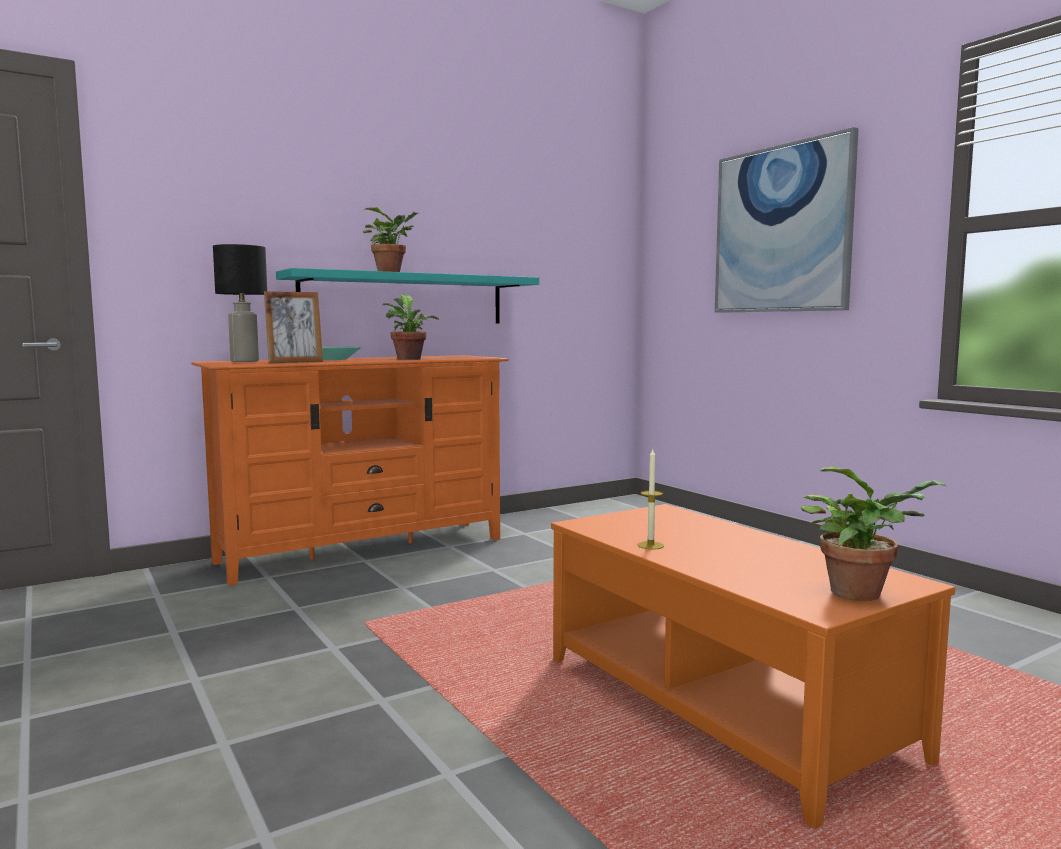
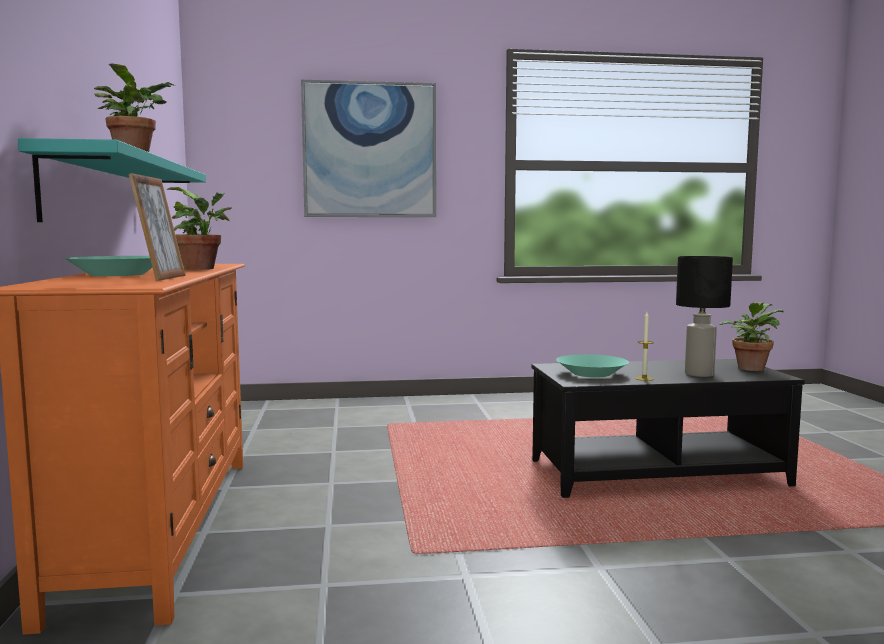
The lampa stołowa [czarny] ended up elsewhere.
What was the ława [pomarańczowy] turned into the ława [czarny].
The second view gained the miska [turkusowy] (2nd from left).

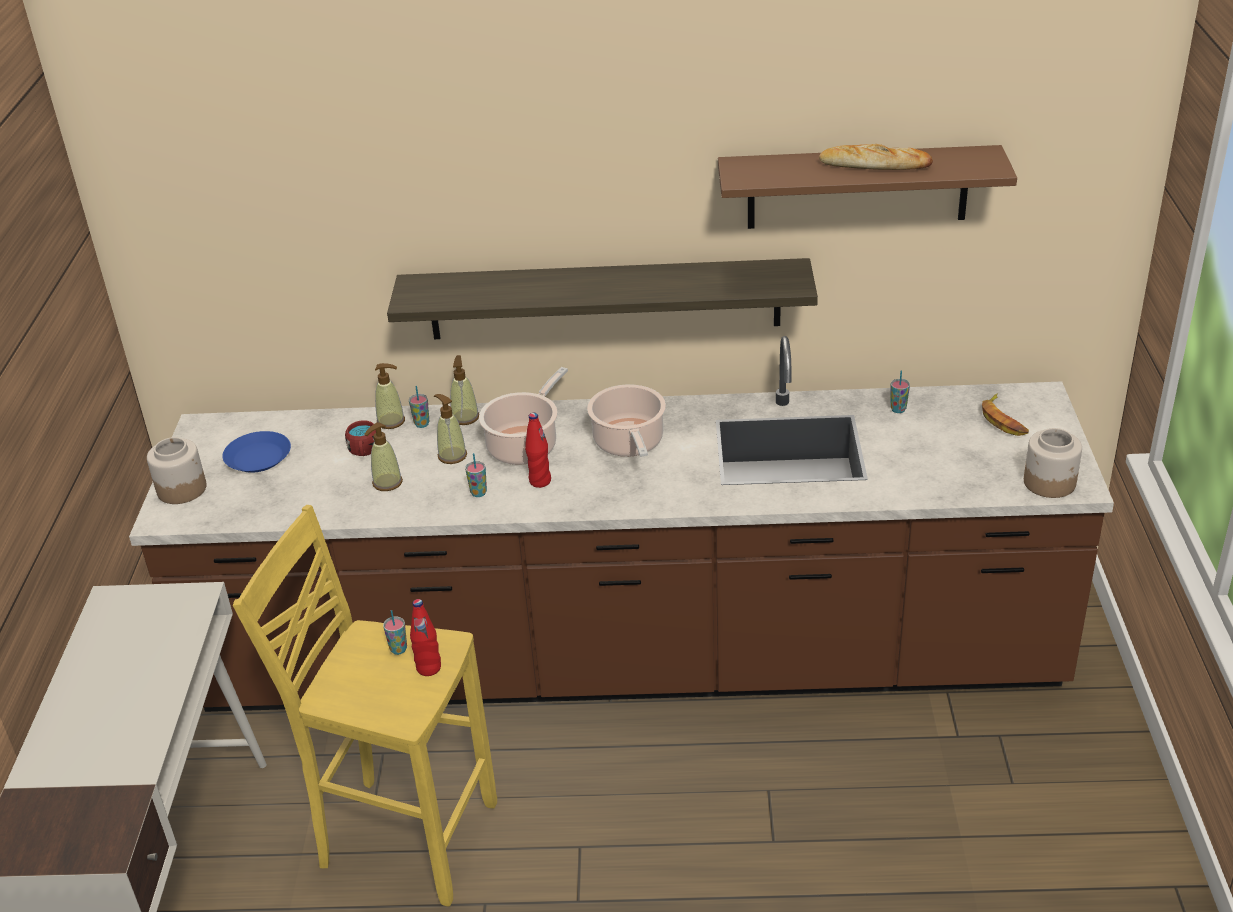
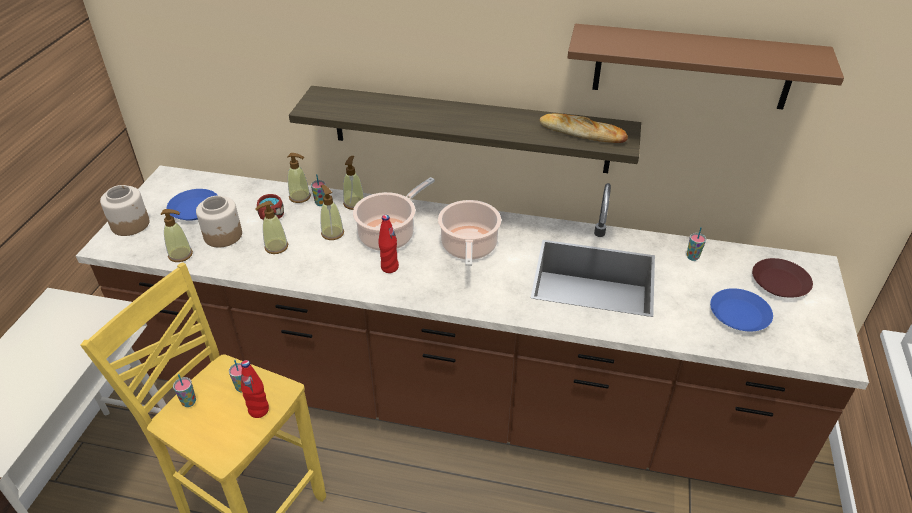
The filiżanka (3rd from left in the first image) ended up elsewhere.
The chleb ended up elsewhere.
Where the banan stood, the talerz [brązowy] came to stand.
The słoik (2nd from left) ended up elsewhere.
The second view gained the dozownik mydła (1st from left).
The second view gained the talerz [niebieski] (2nd from left).

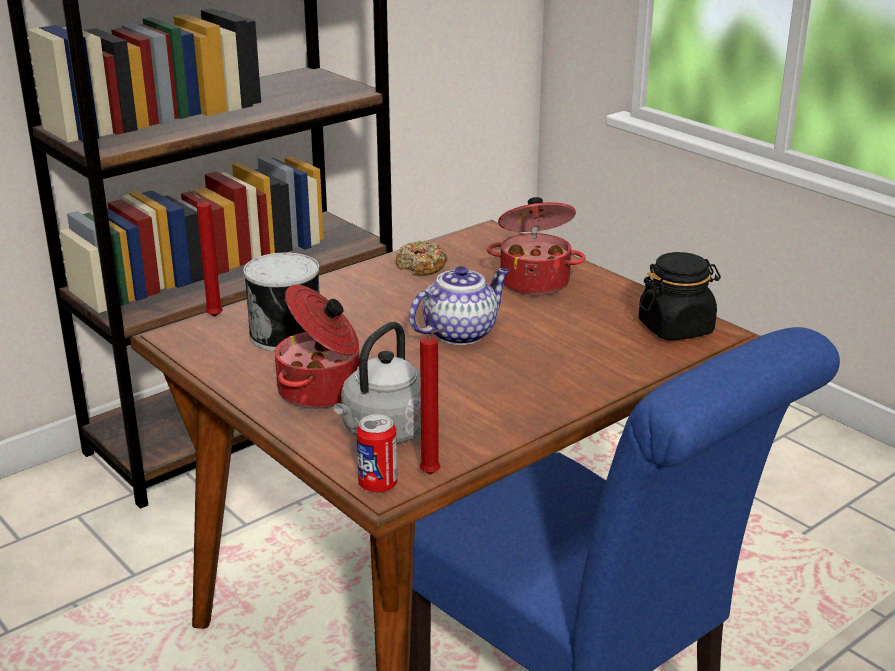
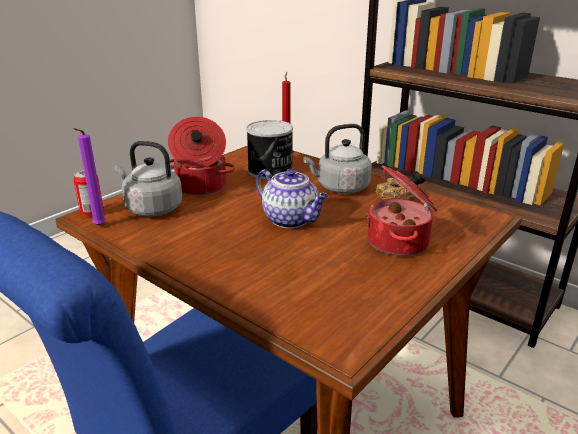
What was the świeca [czerwony] (2nd from left) turned into the świeca [fioletowy].
The second view lost the słoik [czarny].
The second view gained the czajnik [szary] (2nd from left).

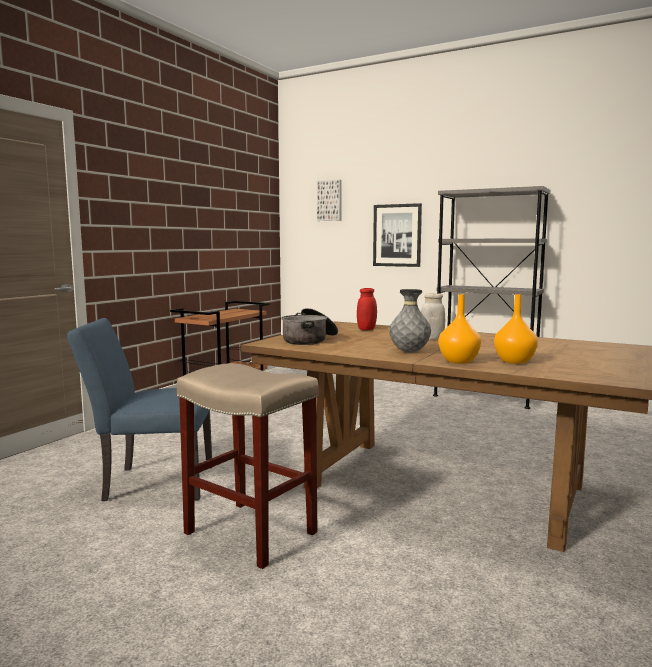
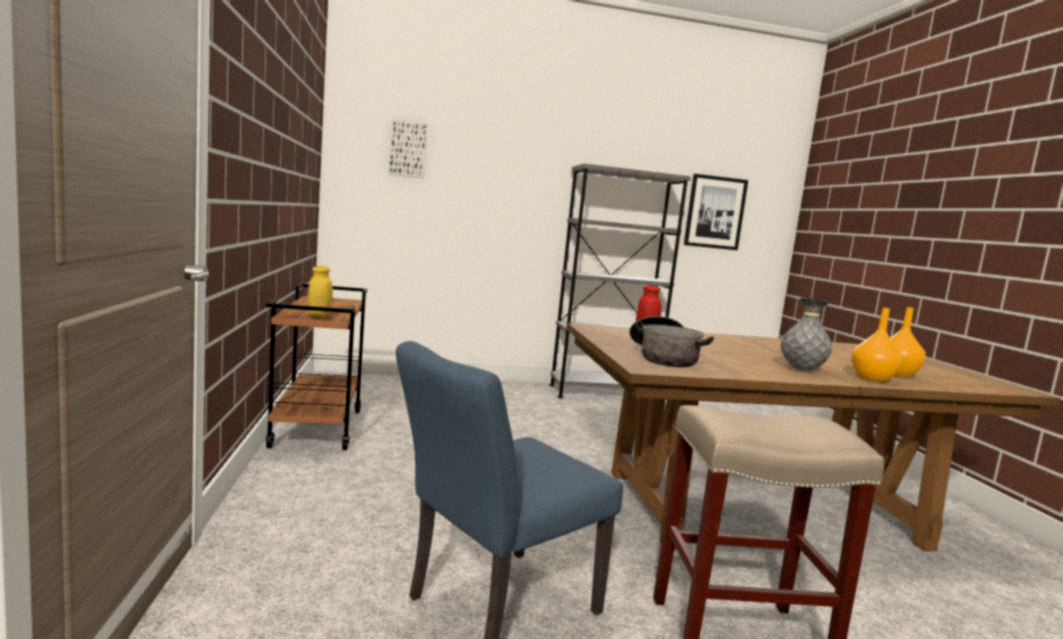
The obraz (2nd from left) ended up elsewhere.
The second view lost the słoik [biały].
The second view gained the słoik [żółty].

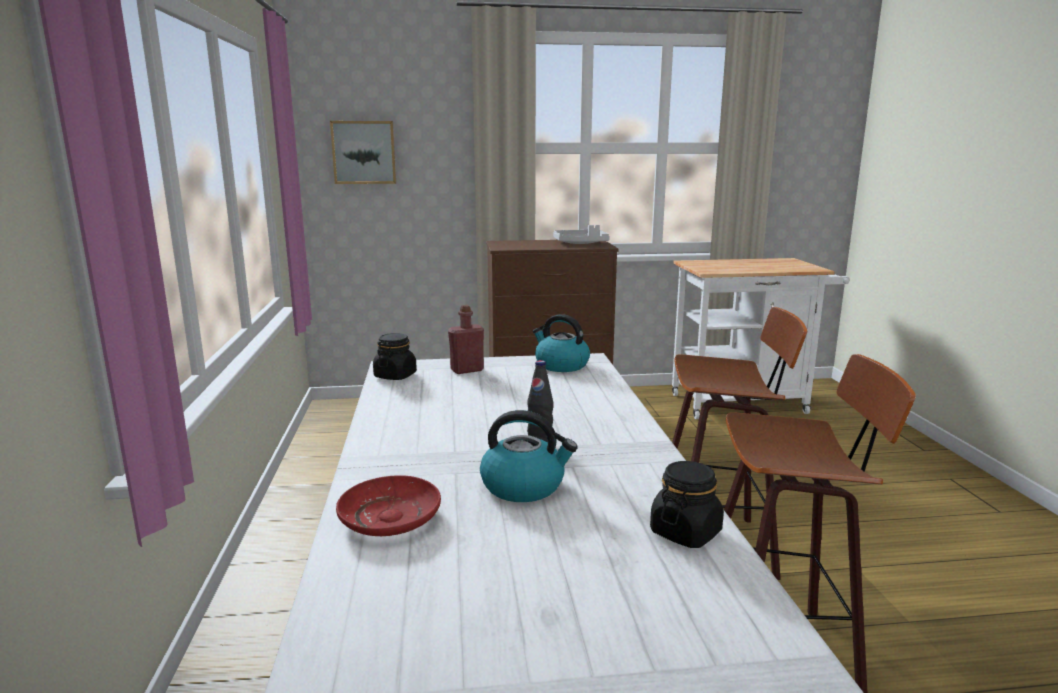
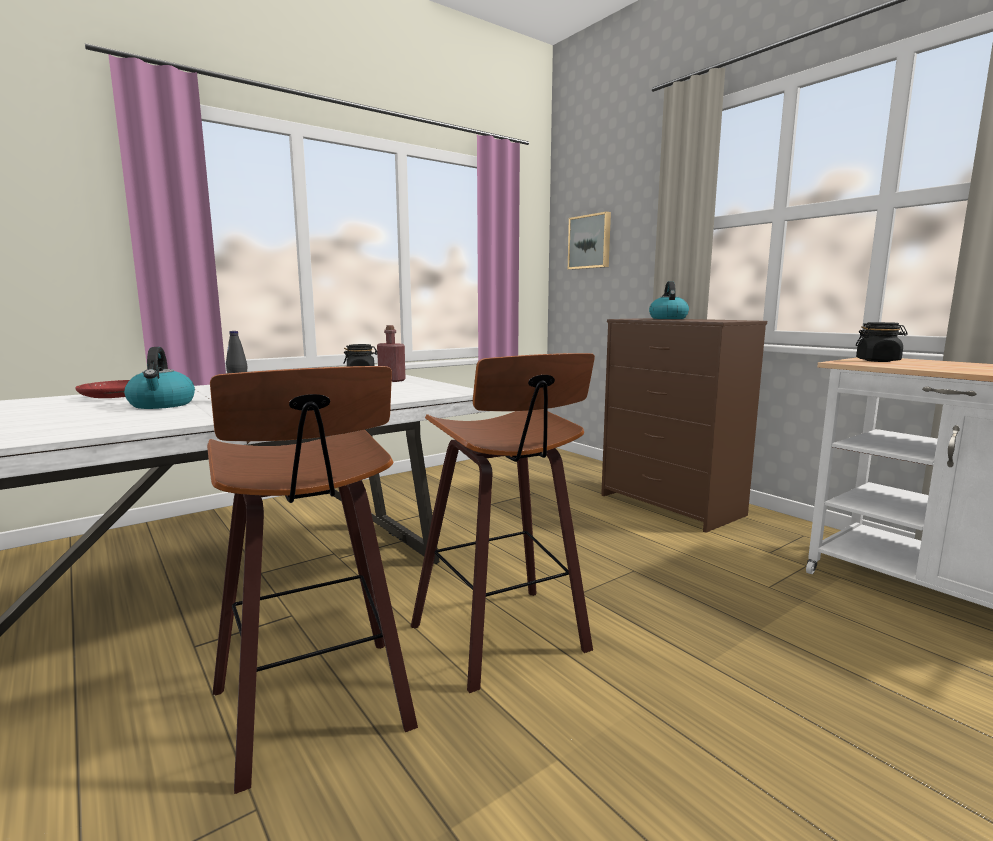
The czajnik (2nd from left) ended up elsewhere.
The second view lost the taca [szary].
The słoik [czarny] (2nd from left) ended up elsewhere.

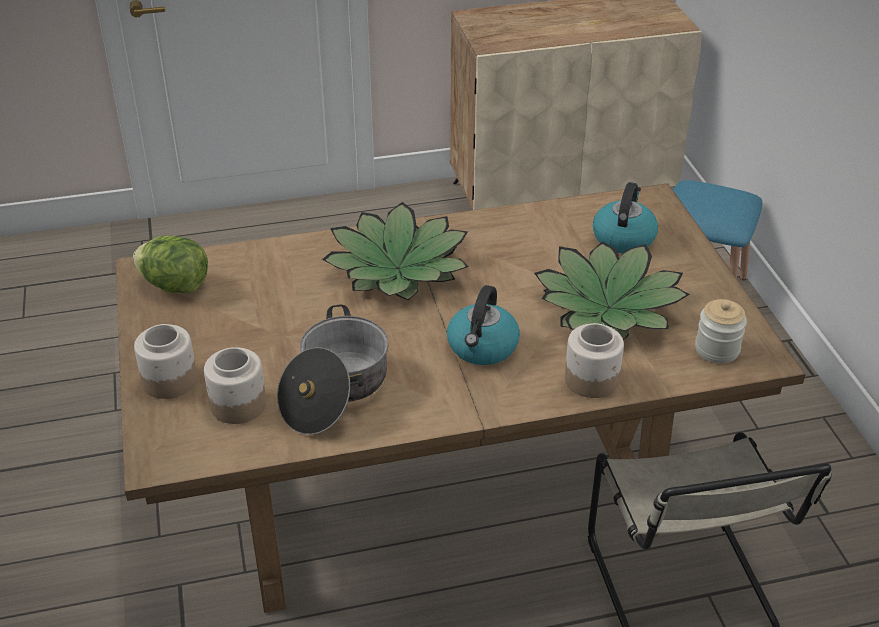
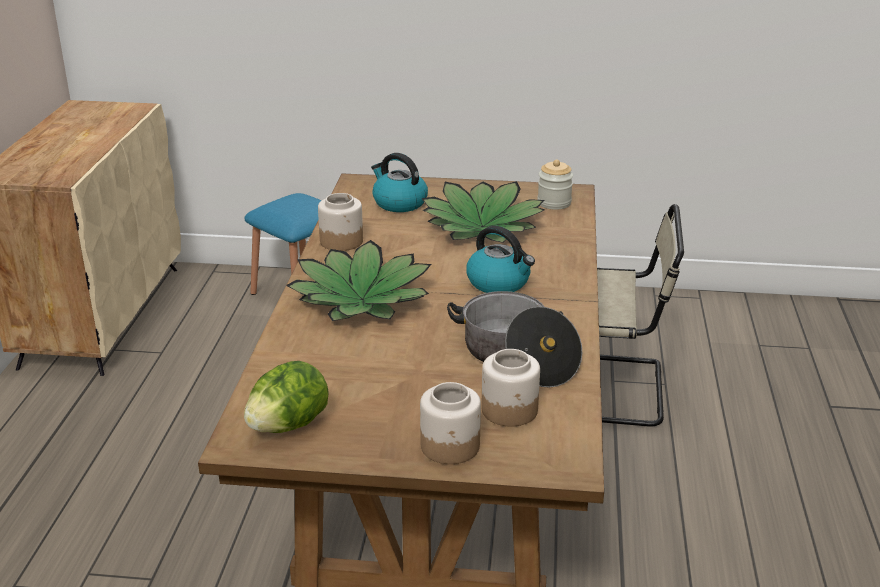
The słoik (3rd from left in the first image) ended up elsewhere.

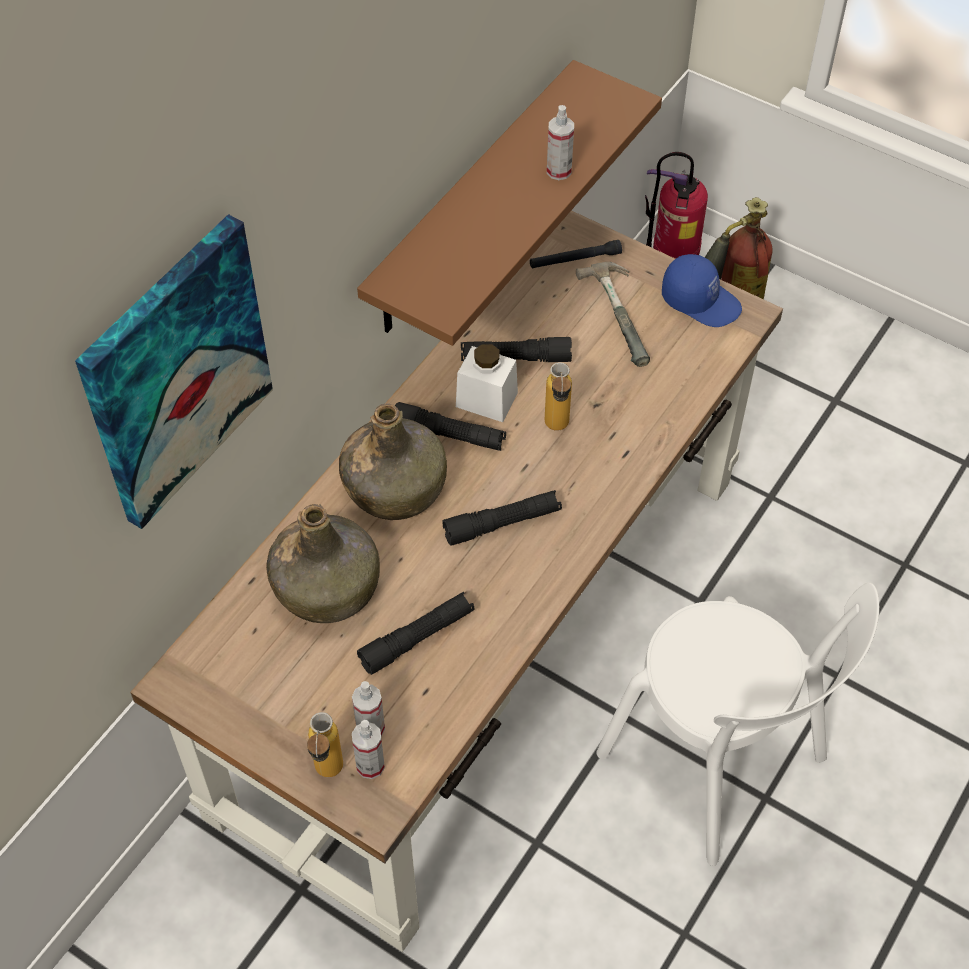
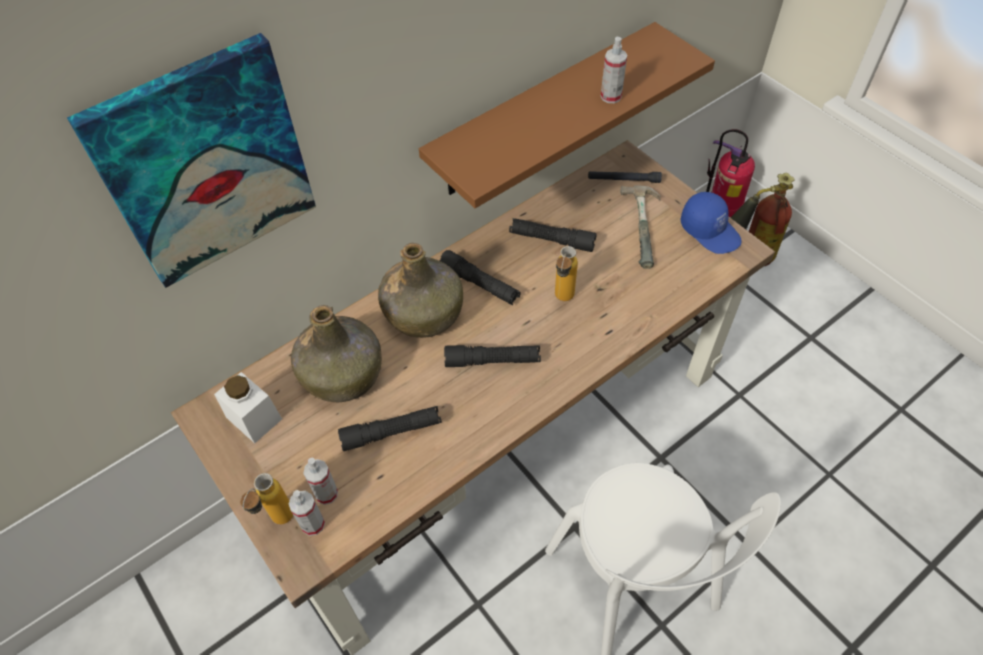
The słoik [biały] ended up elsewhere.

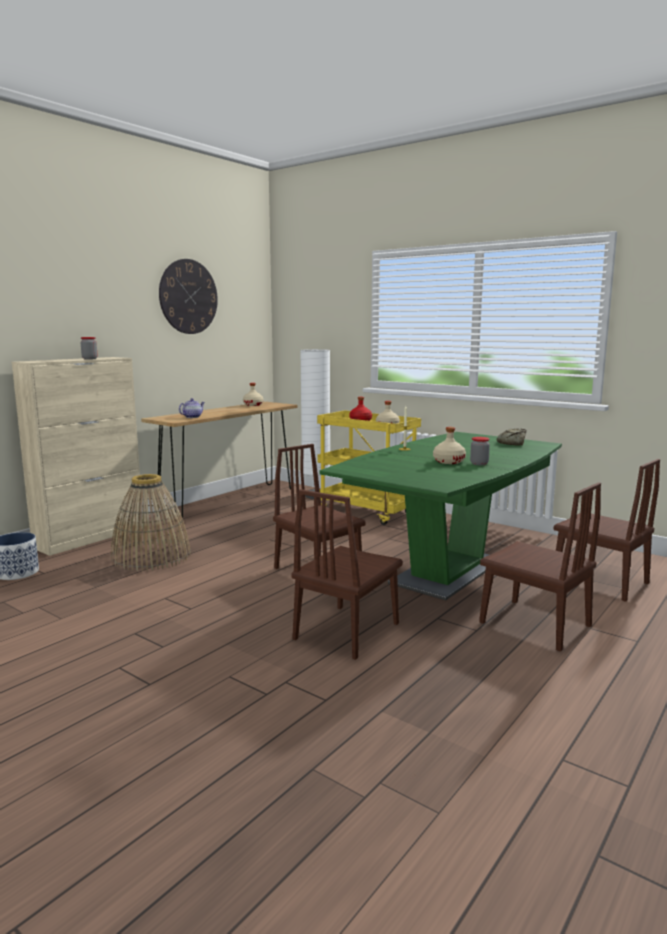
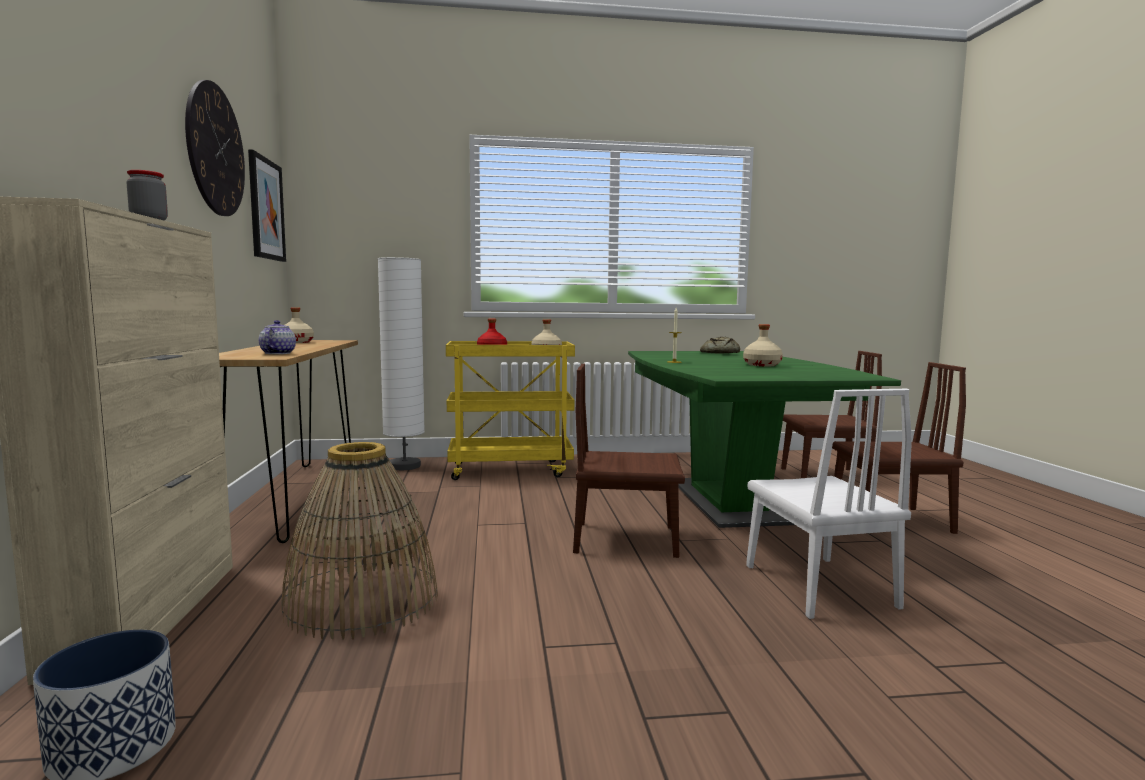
What was the krzesło [brązowy] (2nd from left) turned into the krzesło [biały].
The second view lost the słoik (2nd from left).
The second view gained the obraz.

